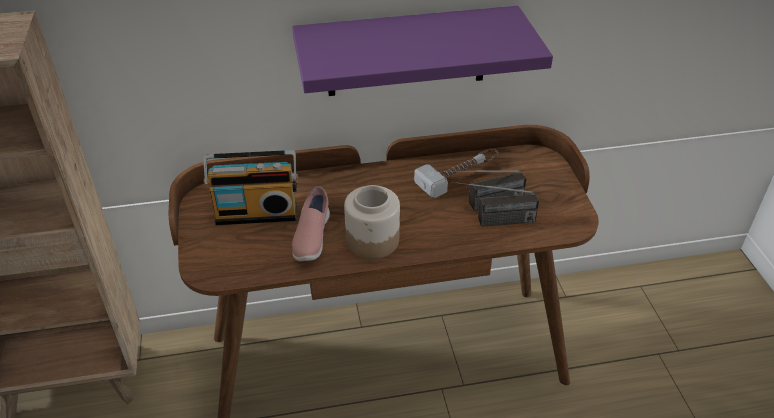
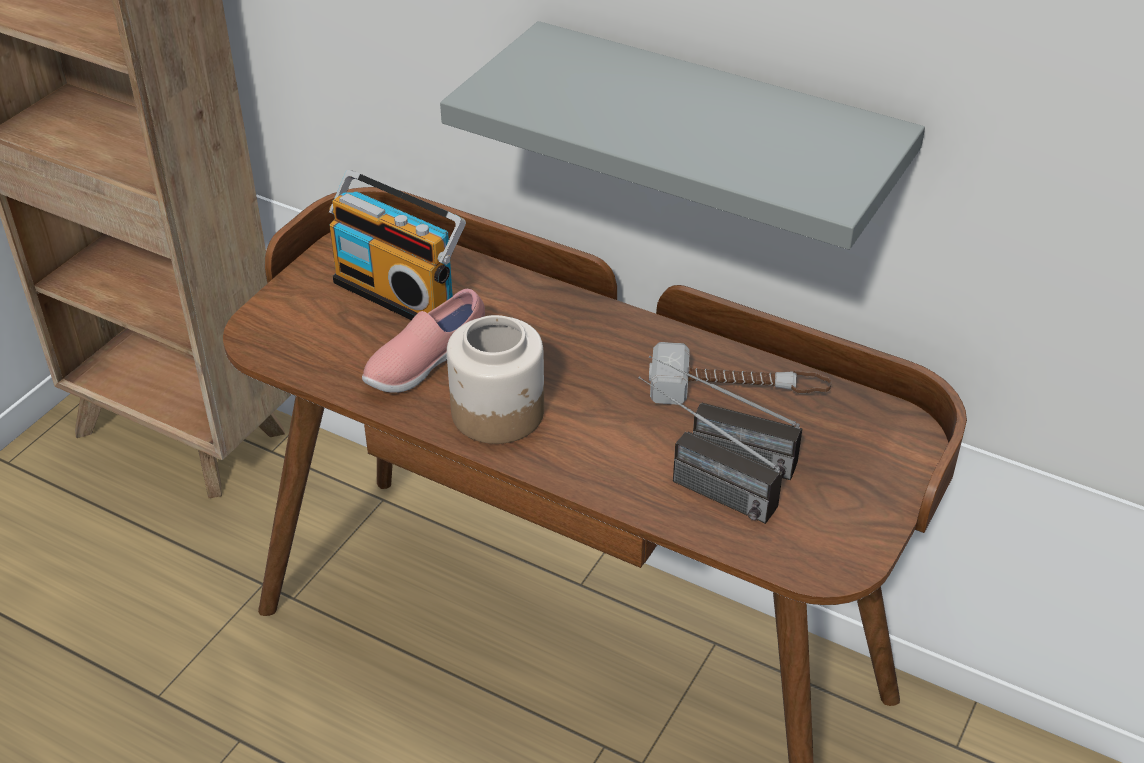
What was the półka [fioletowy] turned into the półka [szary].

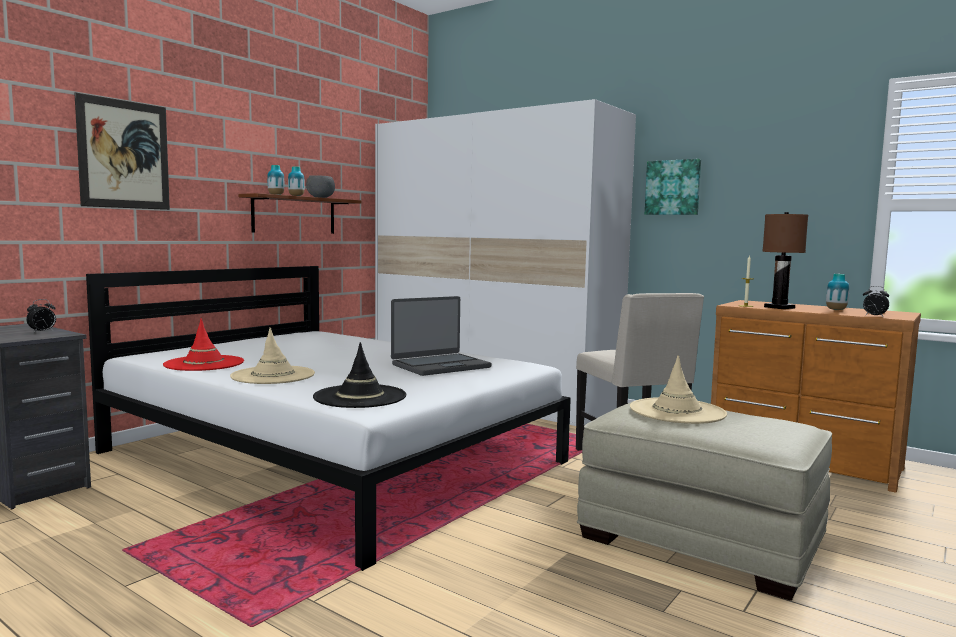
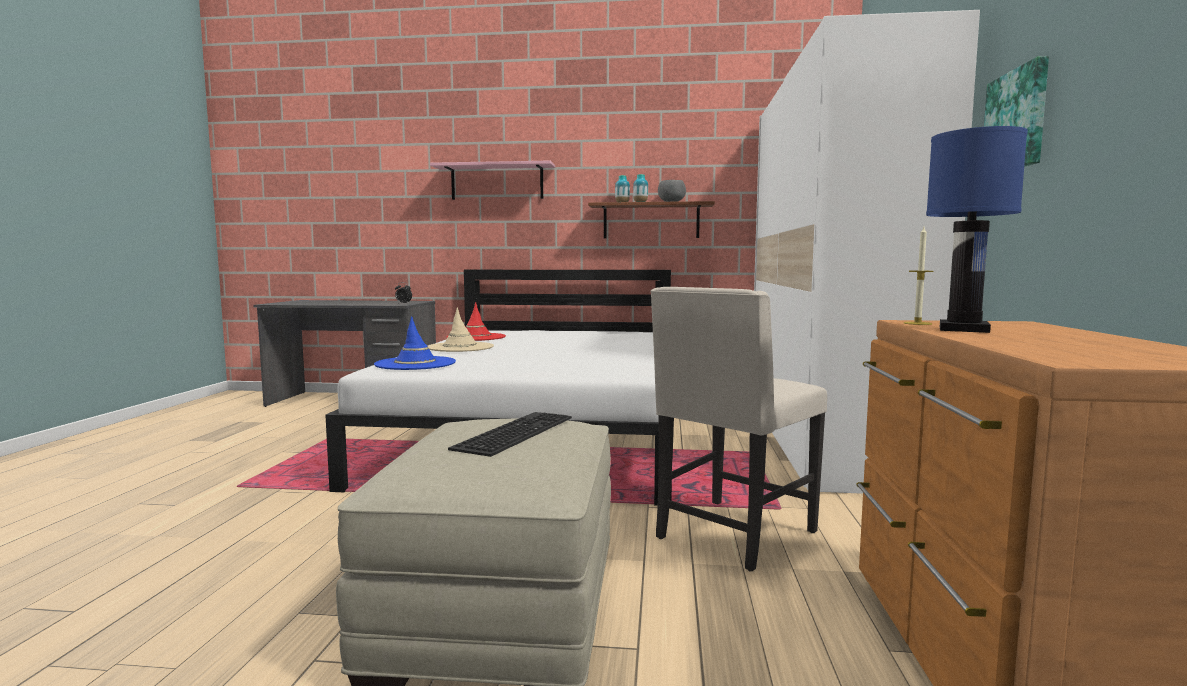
Where the obraz (1st from left) hung, the półka [różowy] came to hang.
What was the kapelusz [czarny] turned into the kapelusz [niebieski].
The second view lost the laptop.
Where the kapelusz [beżowy] (2nd from left) stood, the klawiatura came to stand.
What was the lampa stołowa [brązowy] turned into the lampa stołowa [niebieski].
The second view lost the wazon (3rd from left).
The second view lost the budzik (2nd from left).

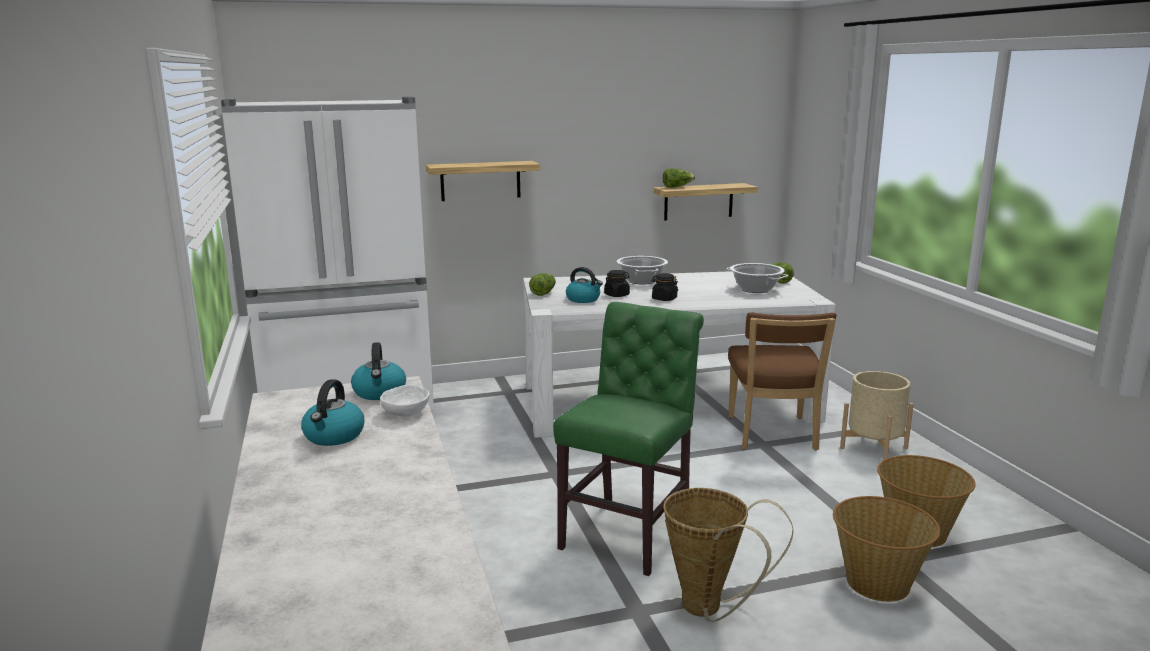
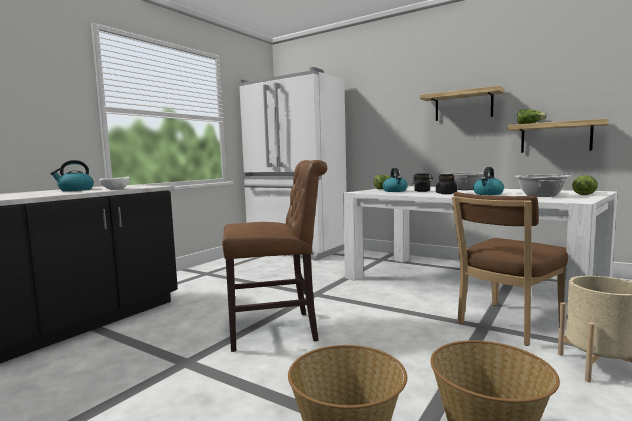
The czajnik (2nd from left in the first image) ended up elsewhere.
The półka (1st from left) ended up elsewhere.
What was the krzesło [zielony] turned into the krzesło [brązowy] (1st from left).
The second view lost the koszyk (1st from left).

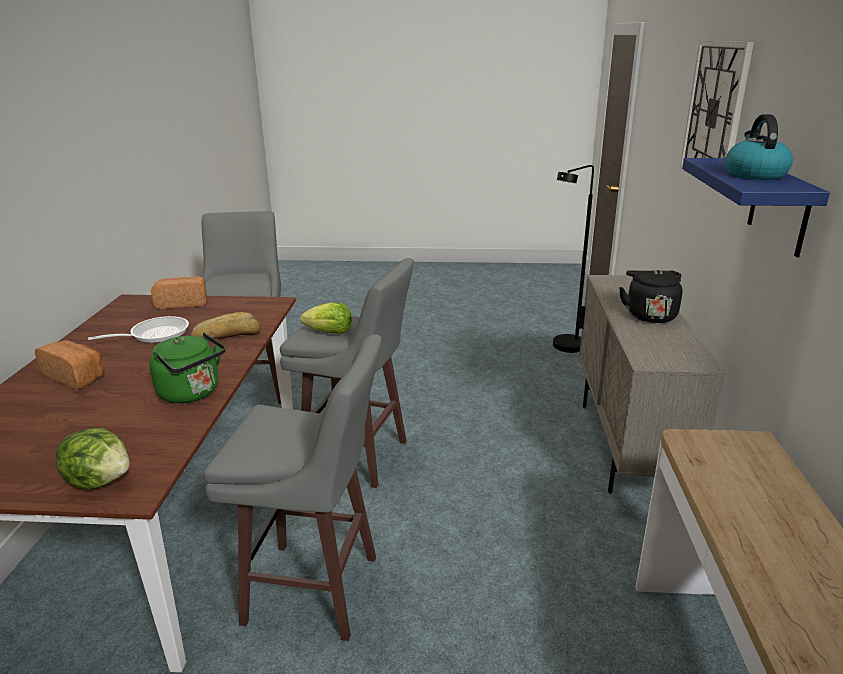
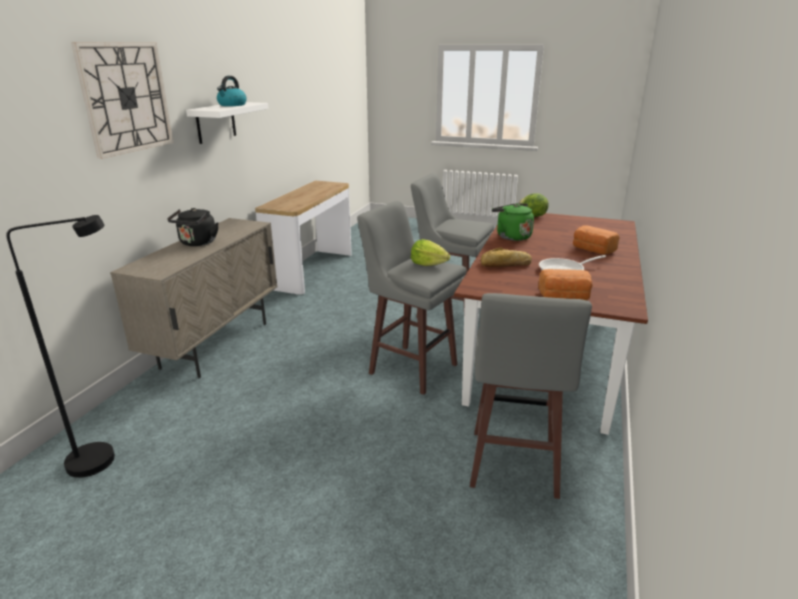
What was the półka [niebieski] turned into the półka [biały].

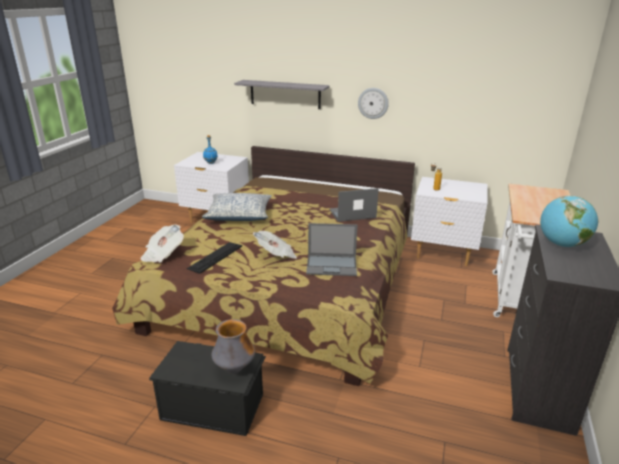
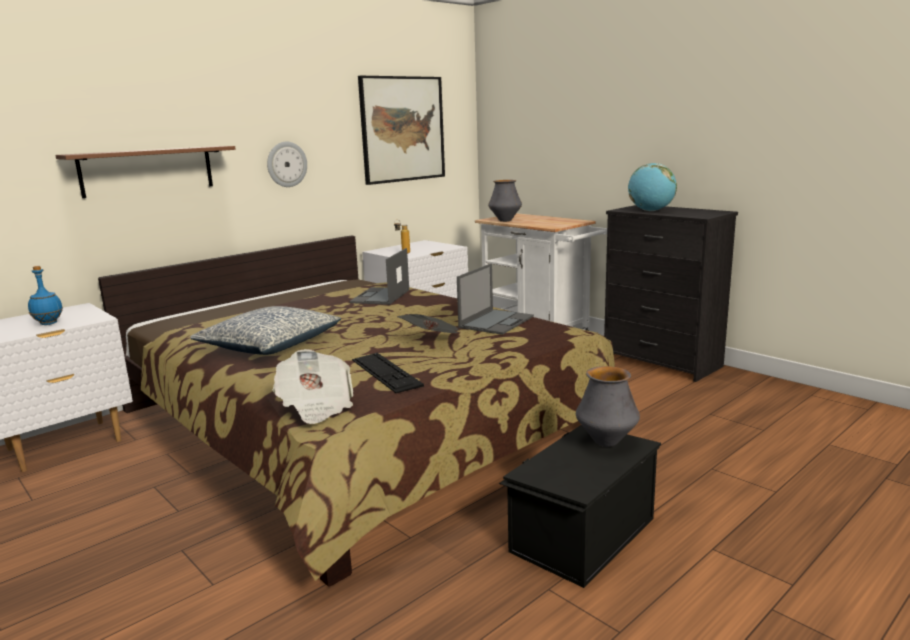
What was the półka [szary] turned into the półka [brązowy].
The second view gained the obraz.
The second view gained the wazon (1st from left).

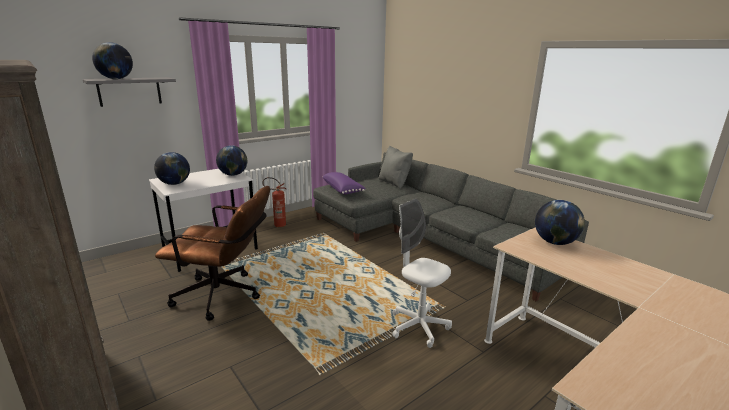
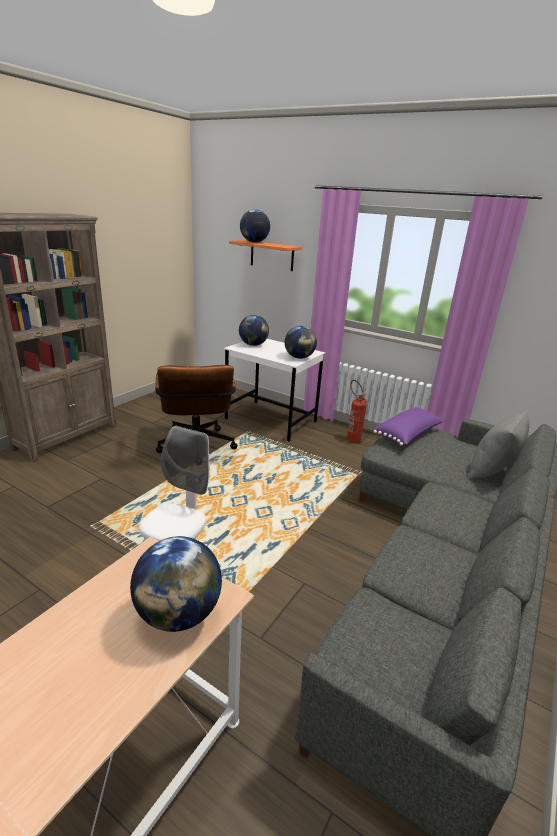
What was the półka [szary] turned into the półka [pomarańczowy].

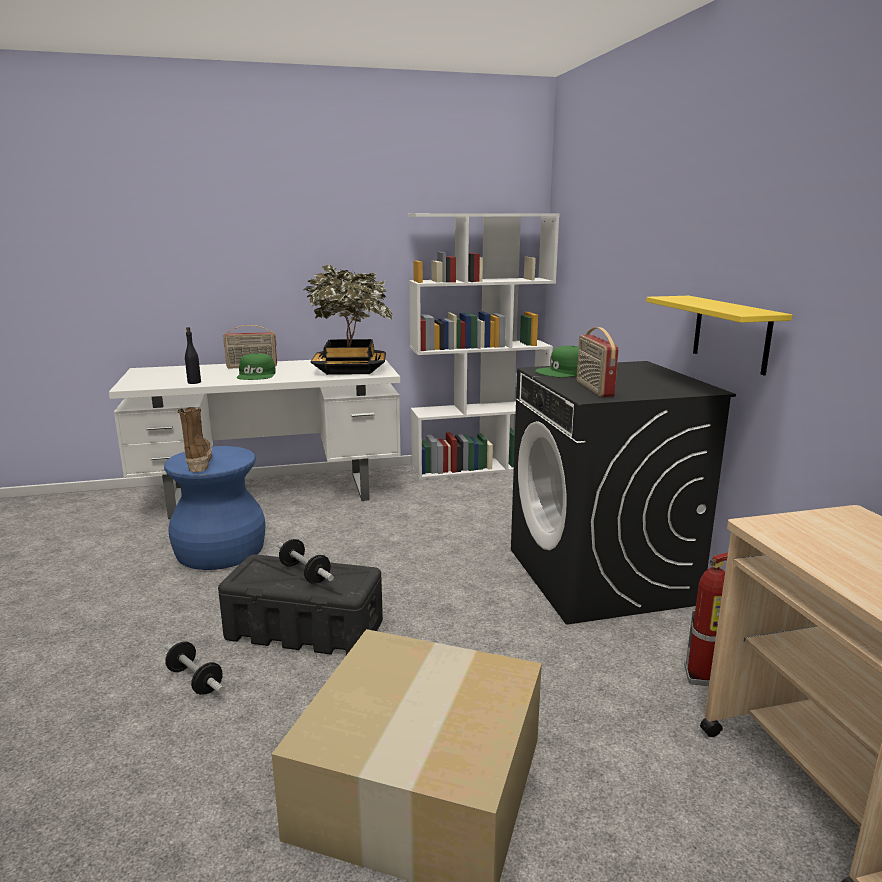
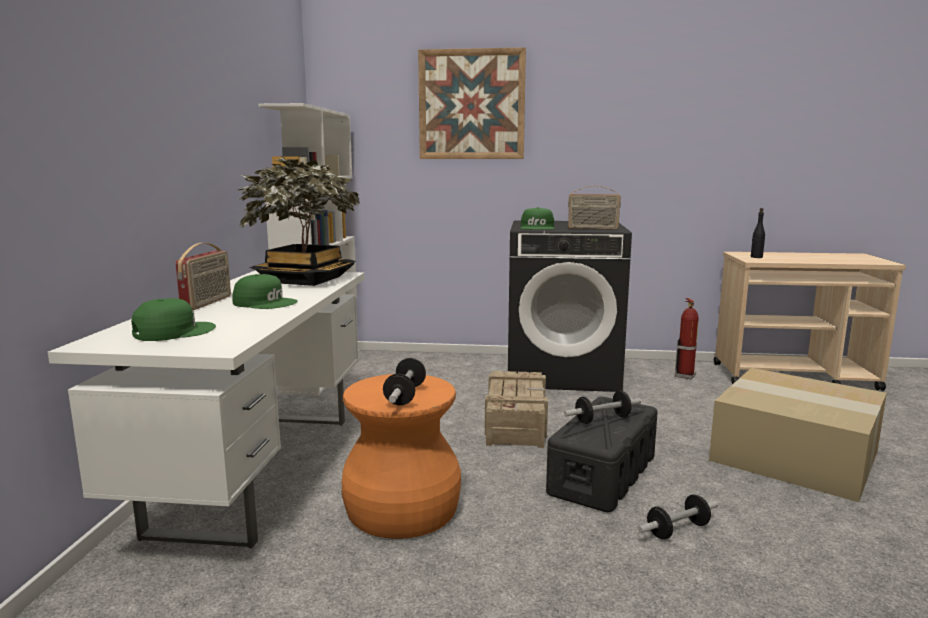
What was the stołek [niebieski] turned into the stołek [pomarańczowy].
Where the but z cholewką stood, the hantel (1st from left) came to stand.
The butelka [czarny] ended up elsewhere.
The second view lost the półka [żółty].
The second view gained the czapka z daszkiem [zielony] (1st from left).
The second view gained the obraz.
The second view gained the skrzynka.

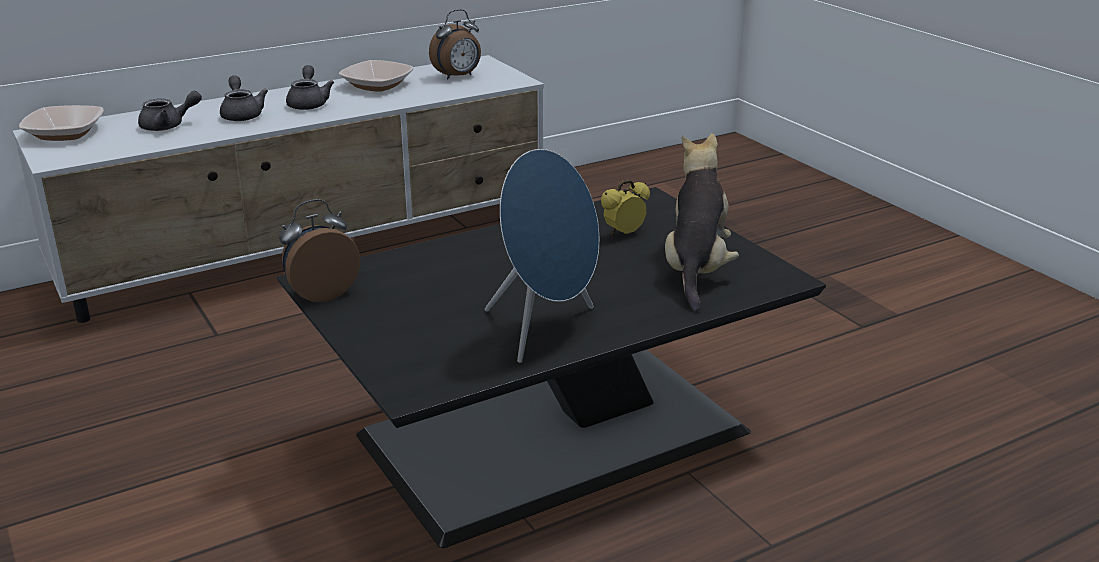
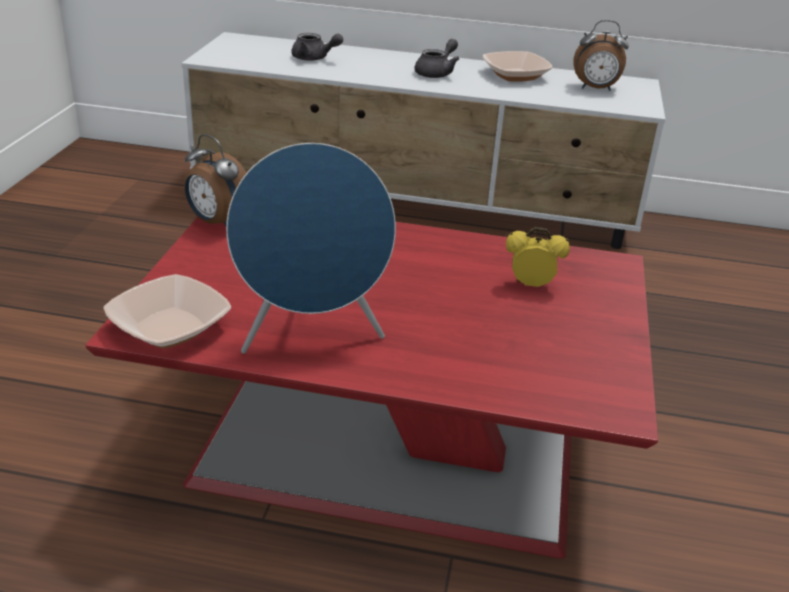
The miska (1st from left) ended up elsewhere.
The second view lost the imbryk [szary] (2nd from left).
What was the ława [czarny] turned into the ława [czerwony].
The budzik (1st from left) ended up facing another way, 150 degrees counterclockwise from before.
The second view lost the pluszak.

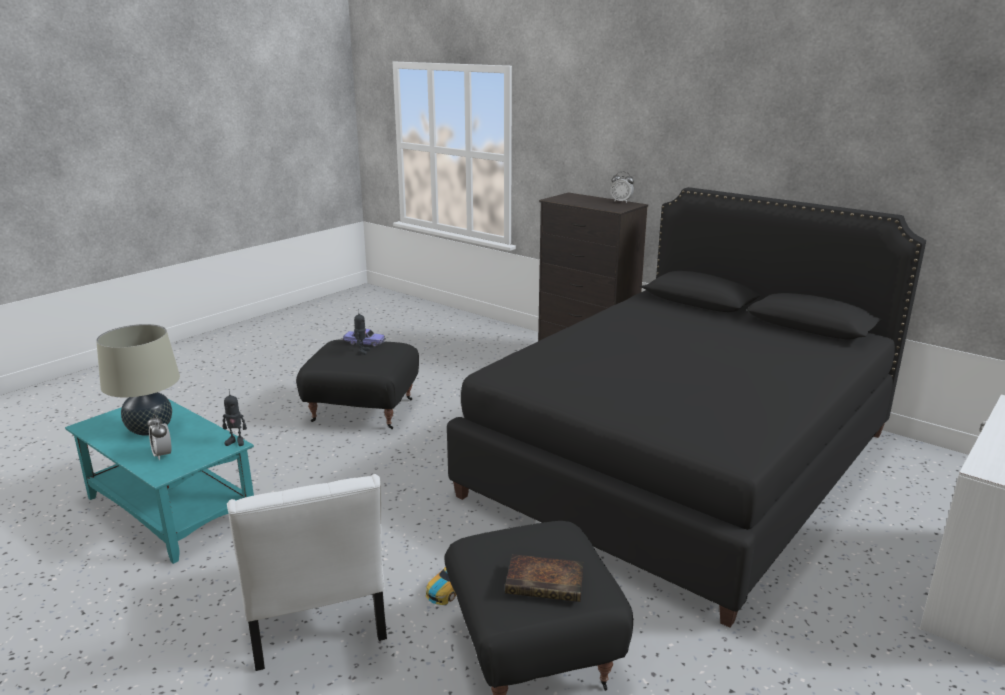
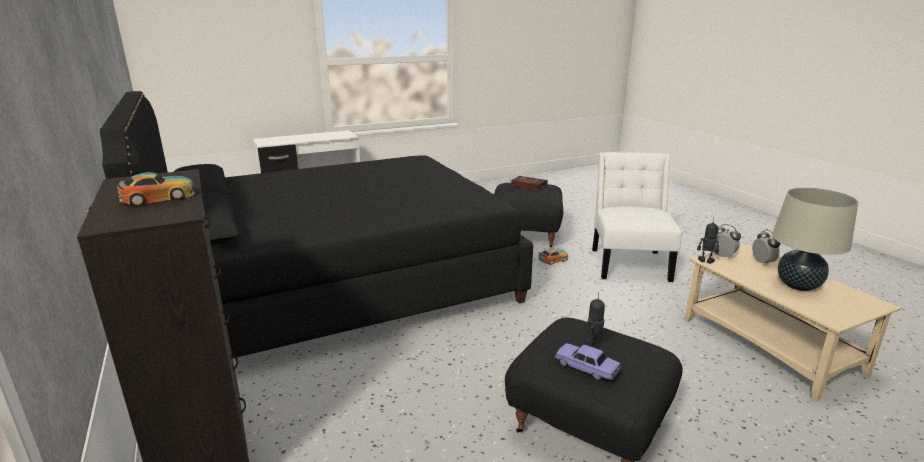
What was the ława [turkusowy] turned into the ława [beżowy].
The budzik (2nd from left in the first image) ended up elsewhere.
The second view gained the samochodzik (1st from left).

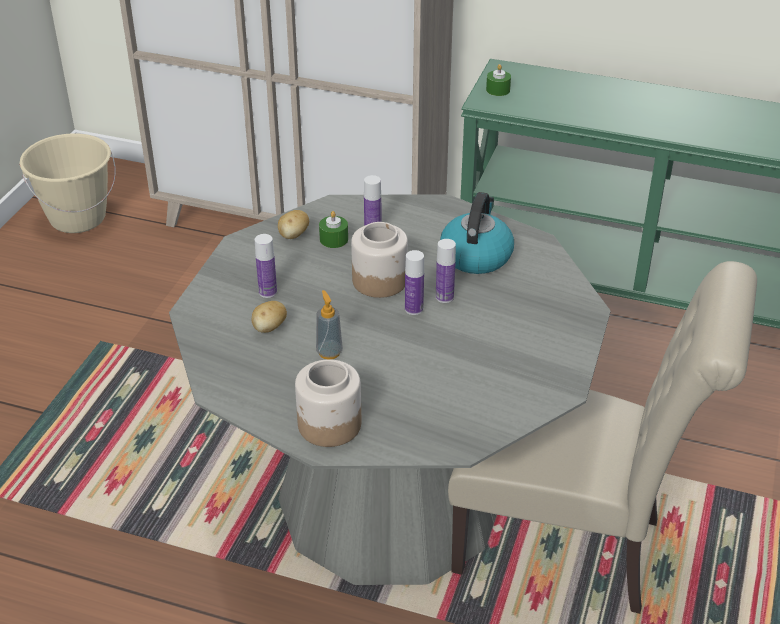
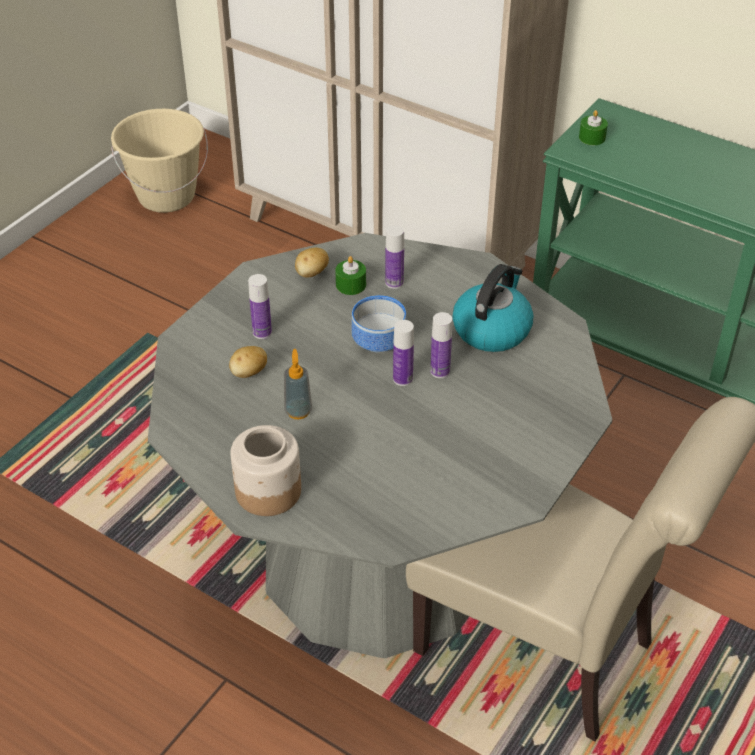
Where the słoik (2nd from left) stood, the miska came to stand.

